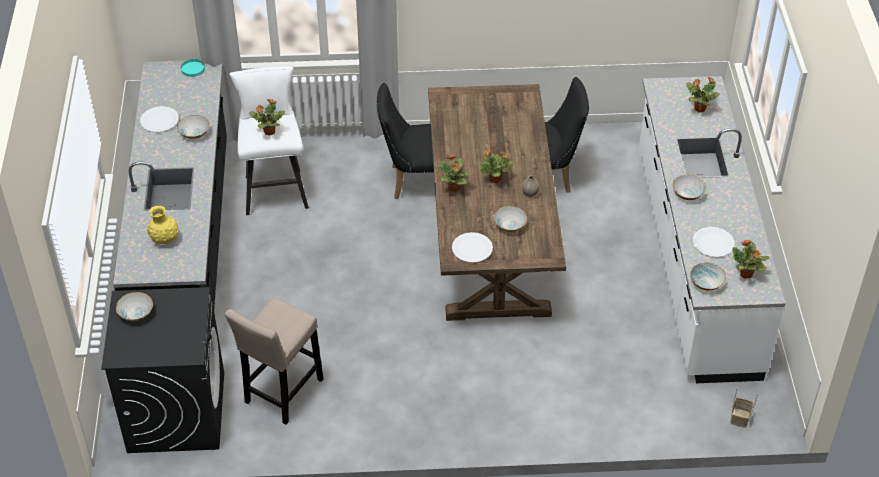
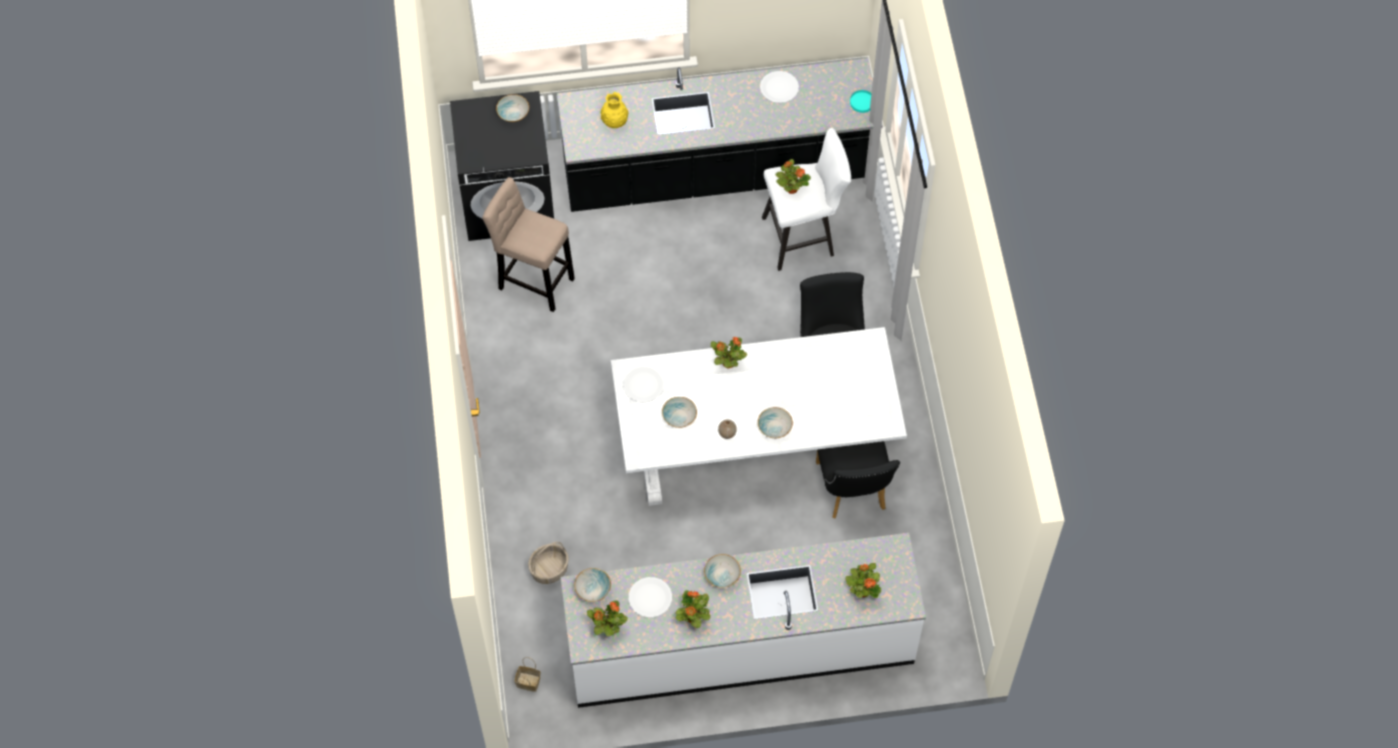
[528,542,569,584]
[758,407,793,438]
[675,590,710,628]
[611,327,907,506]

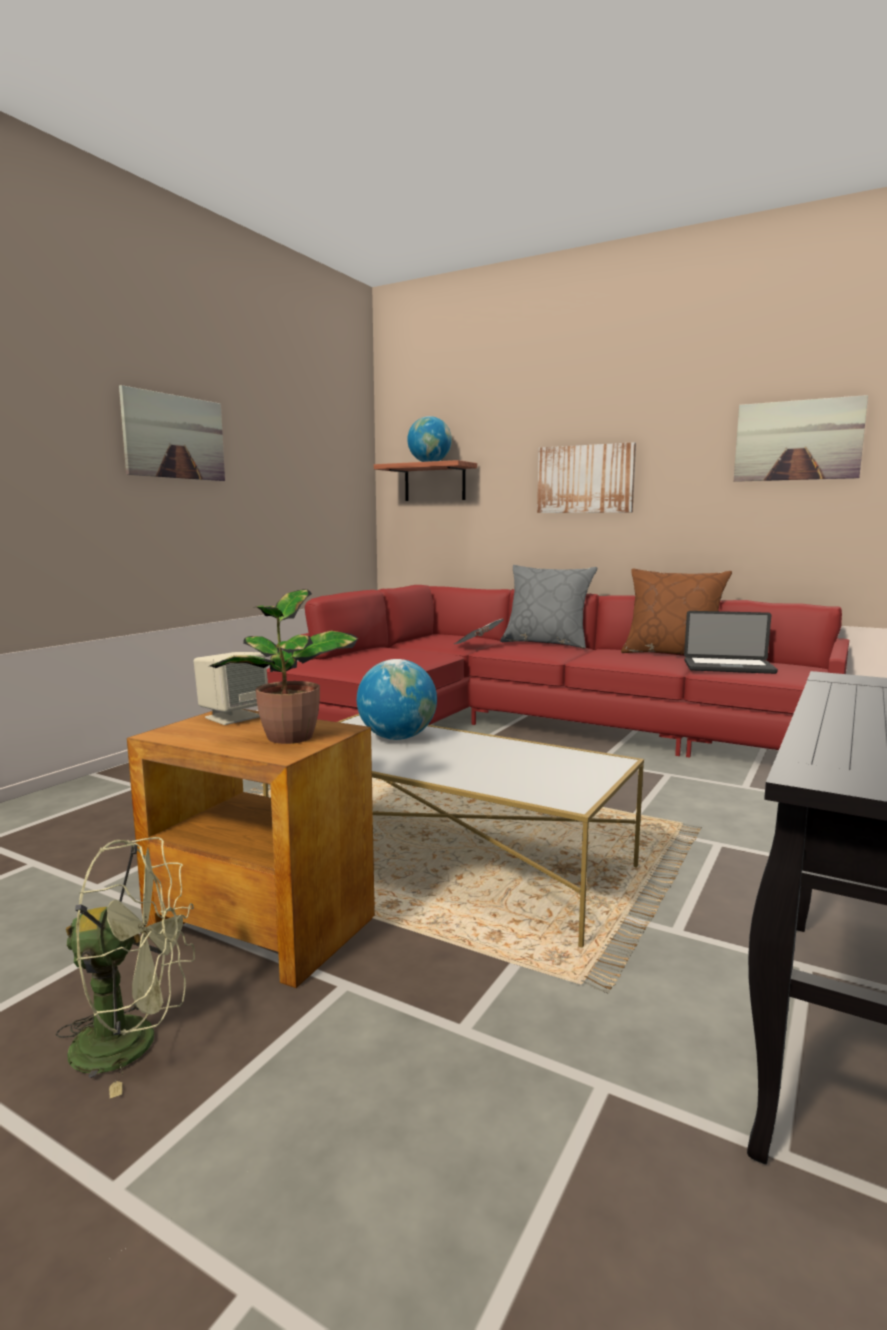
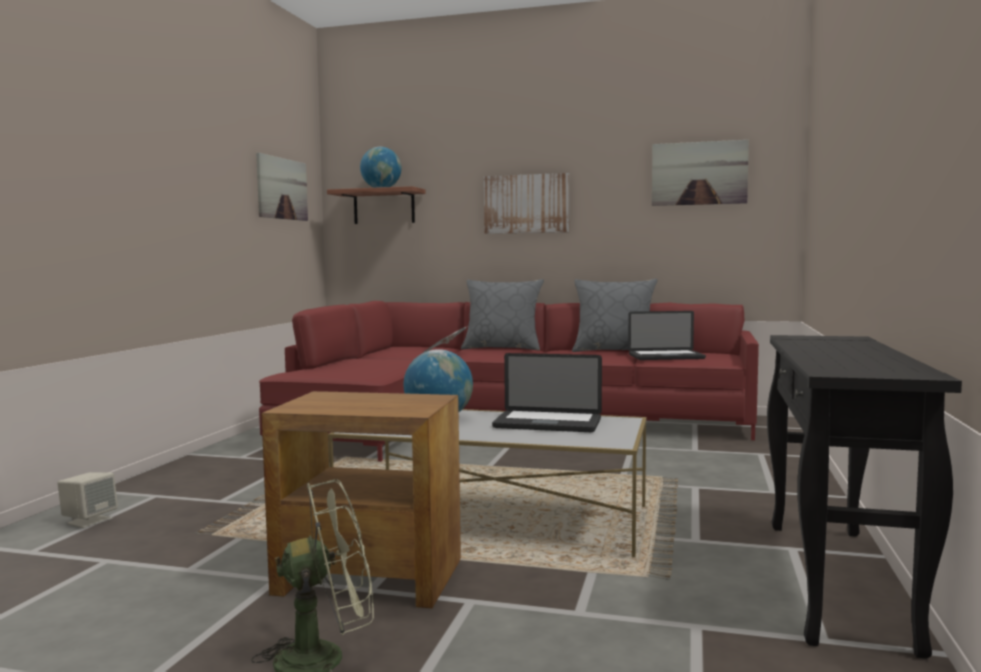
[210,589,358,744] (first image)
[492,353,602,432]
[256,153,308,221]
[58,472,118,528]
[572,279,658,352]

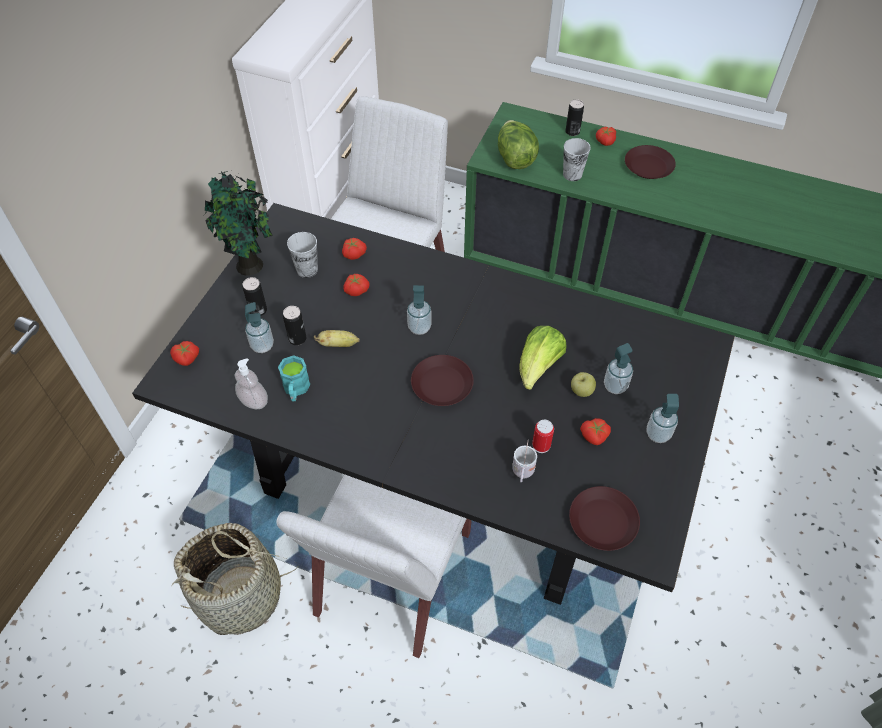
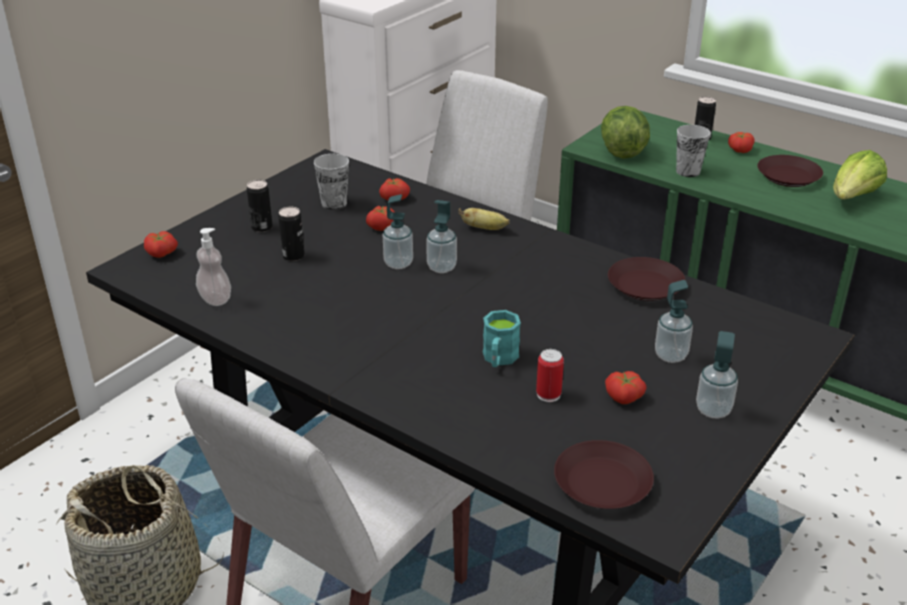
[204,170,273,276] (first image)
[512,440,537,482] (first image)
[571,372,596,397] (first image)
[383,194,413,269]
[483,310,521,367]
[458,208,510,230]
[608,257,685,301]
[833,150,887,200]

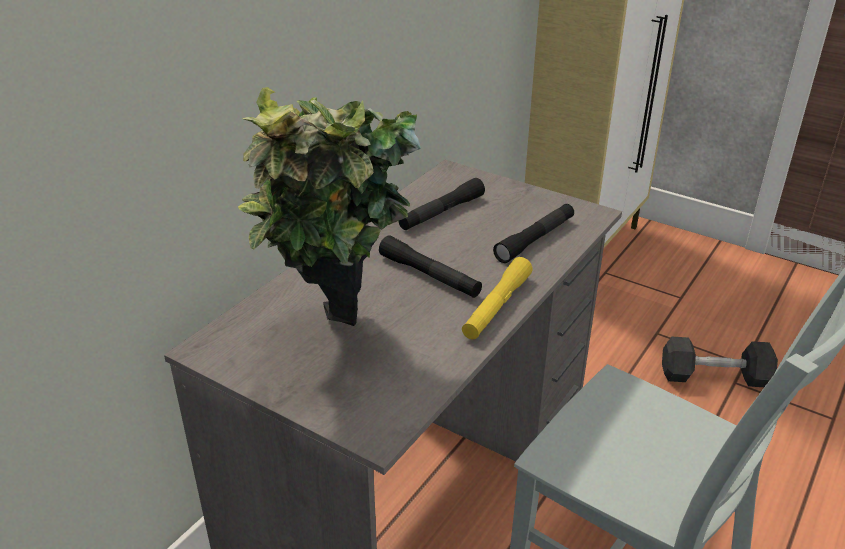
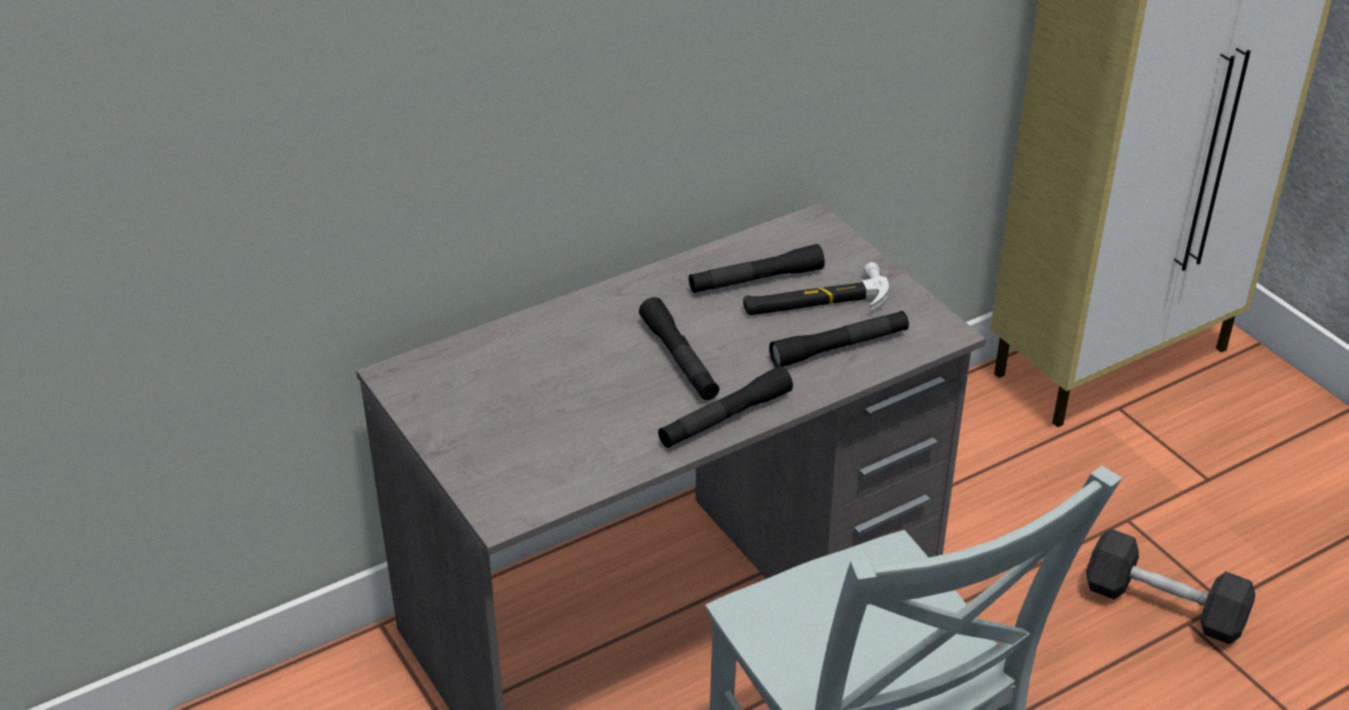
[238,87,421,326] (first image)
[743,262,889,315]
[658,366,793,448]

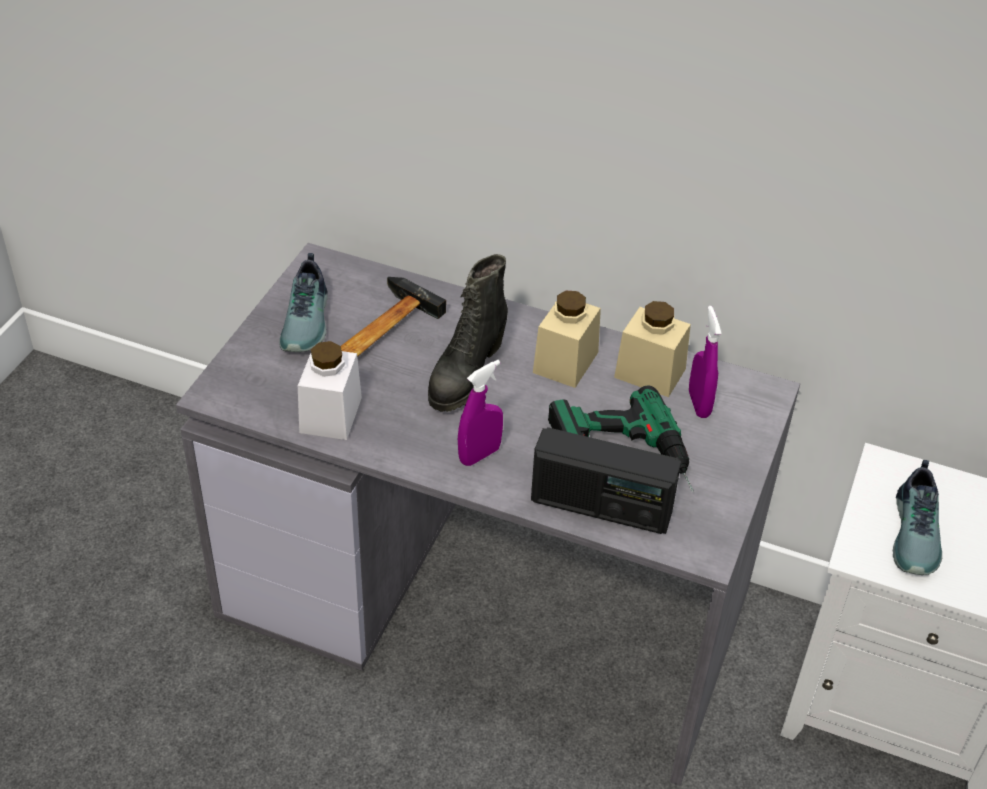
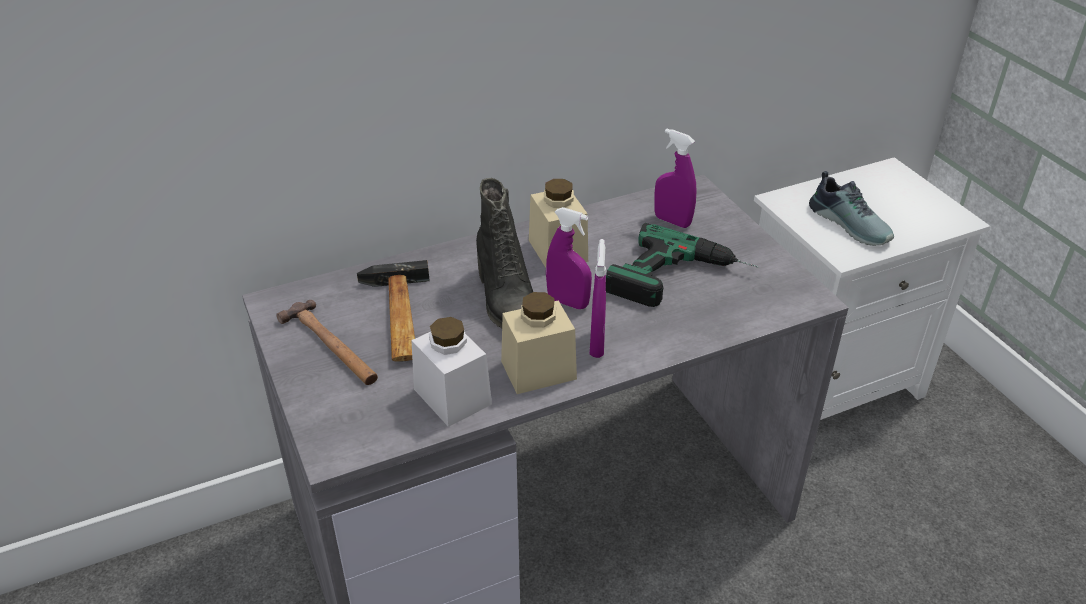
[531,427,681,534] (first image)
[546,207,592,309]
[501,292,577,394]
[276,300,378,385]

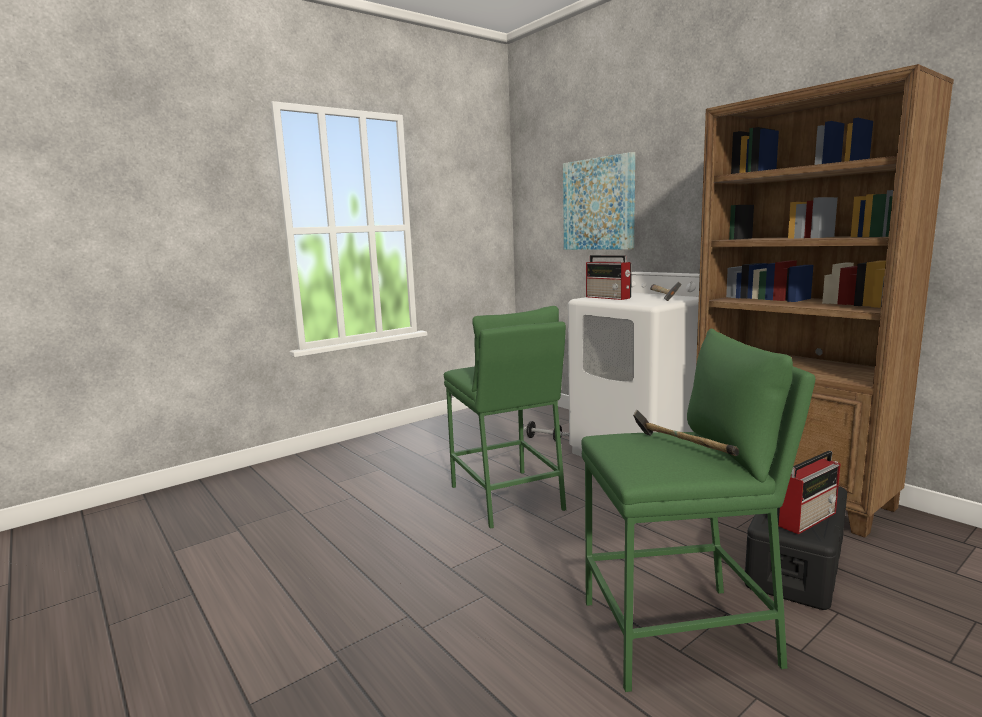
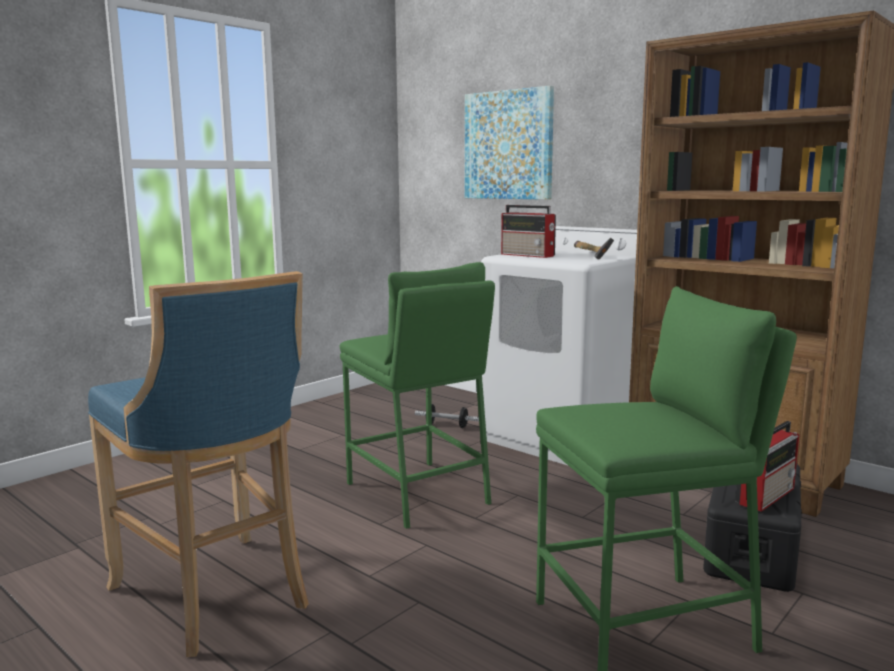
[633,410,739,456] (first image)
[88,271,309,657]

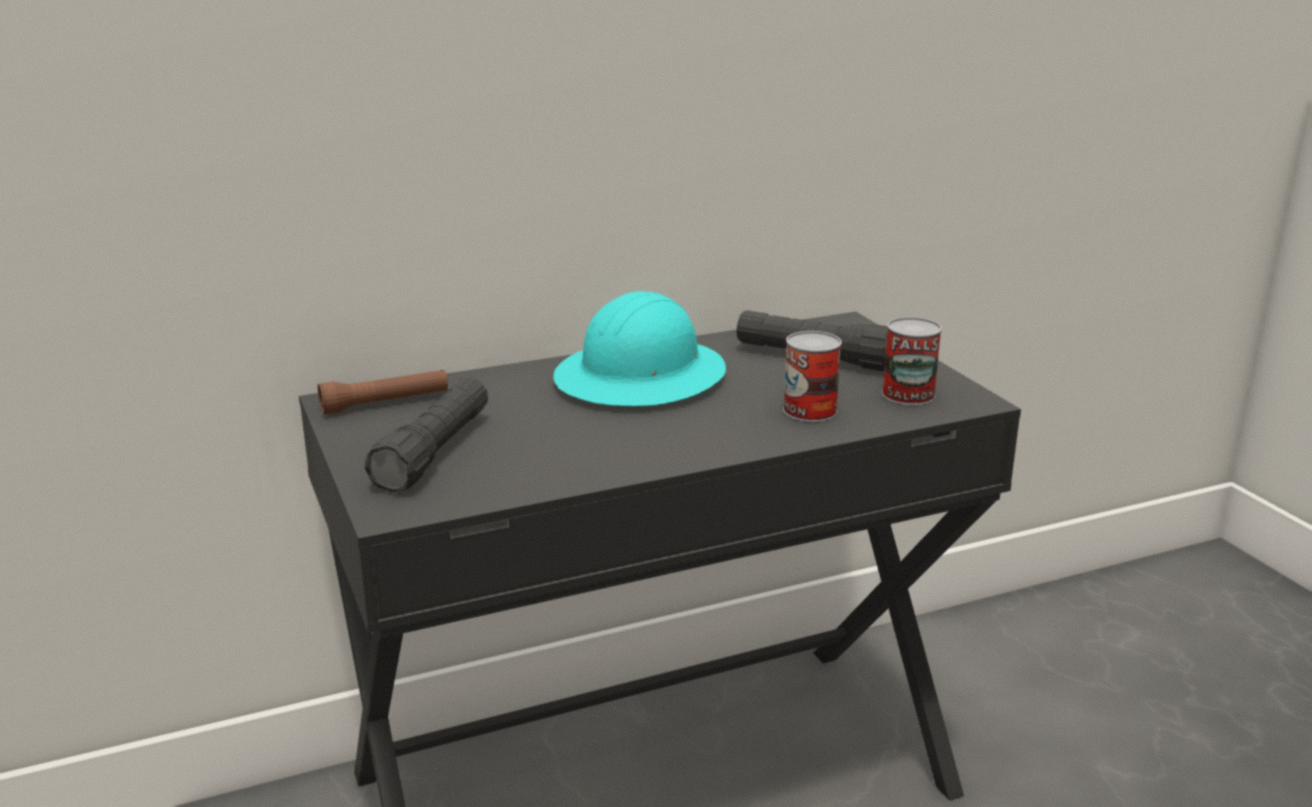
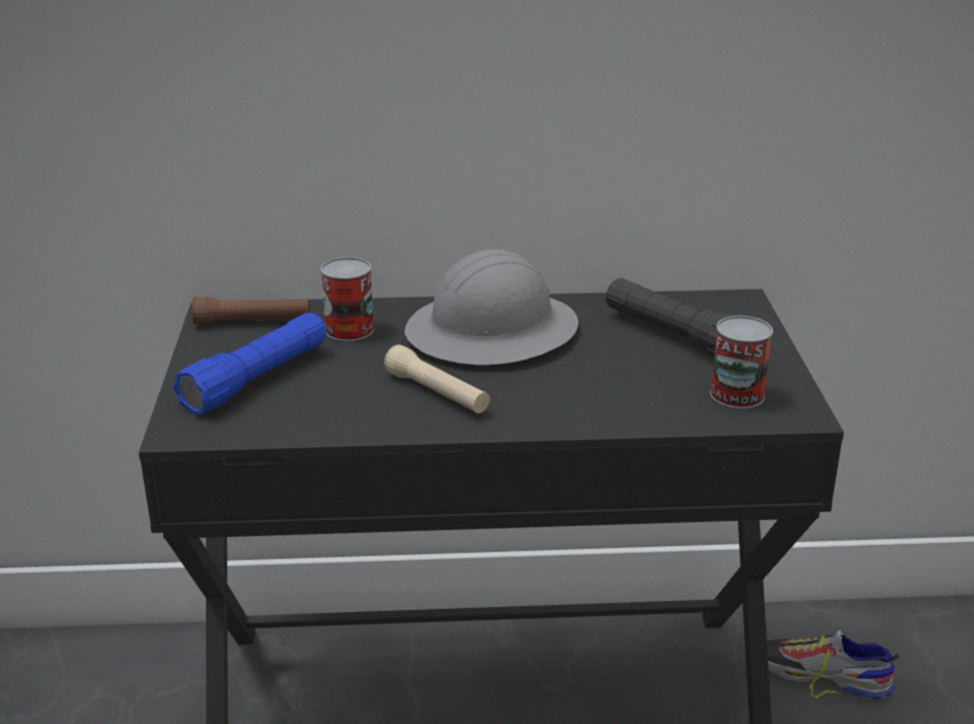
[384,345,490,413]
[767,630,899,700]
[321,257,374,341]
[173,313,327,414]
[405,249,578,365]

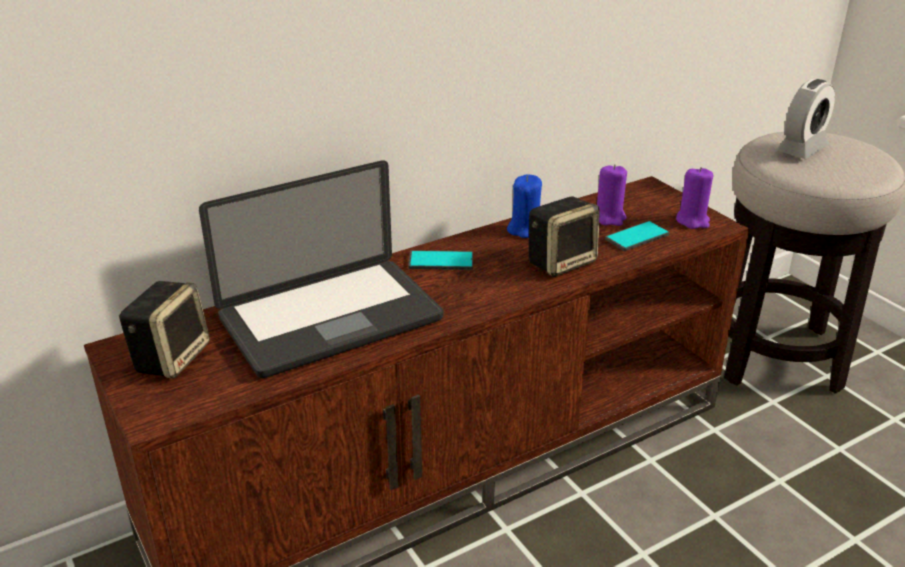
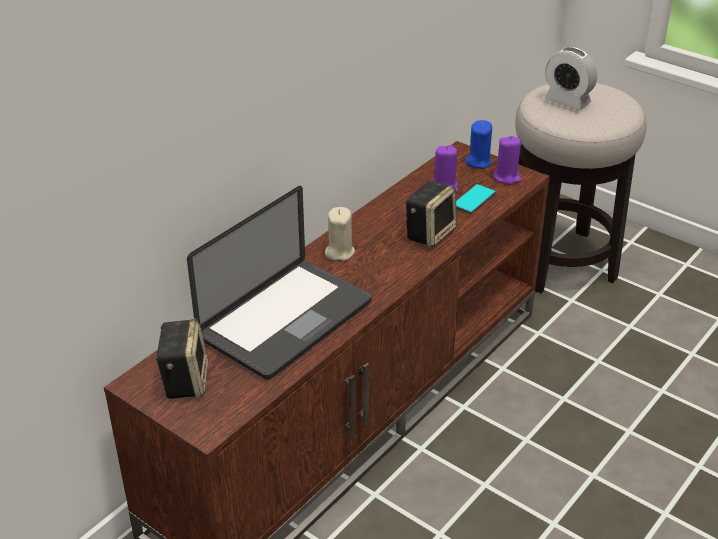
[466,120,492,169]
[325,207,355,261]
[544,47,597,110]

